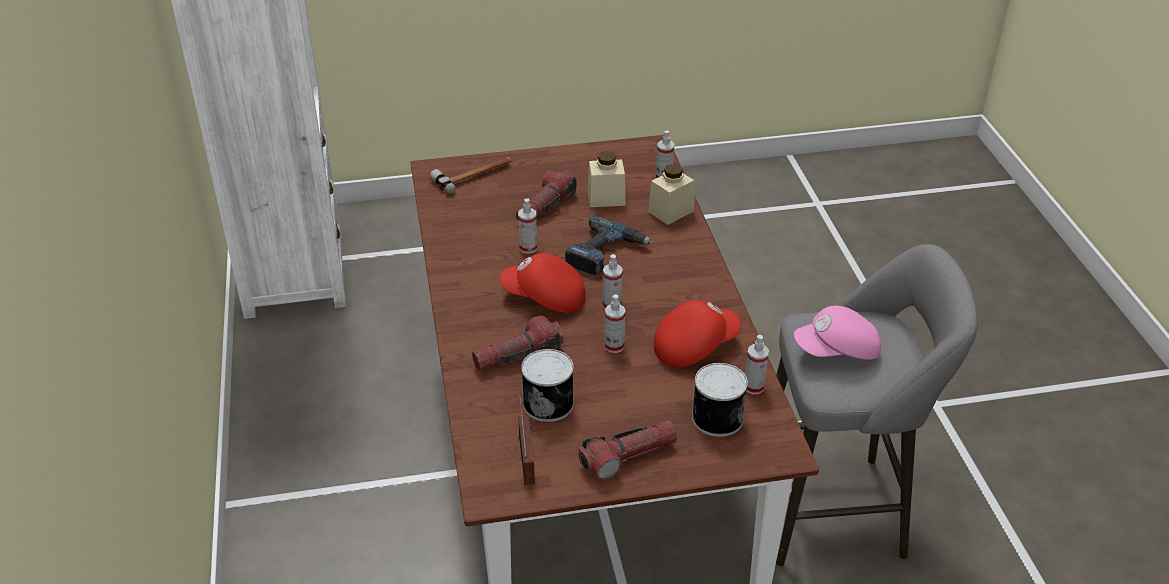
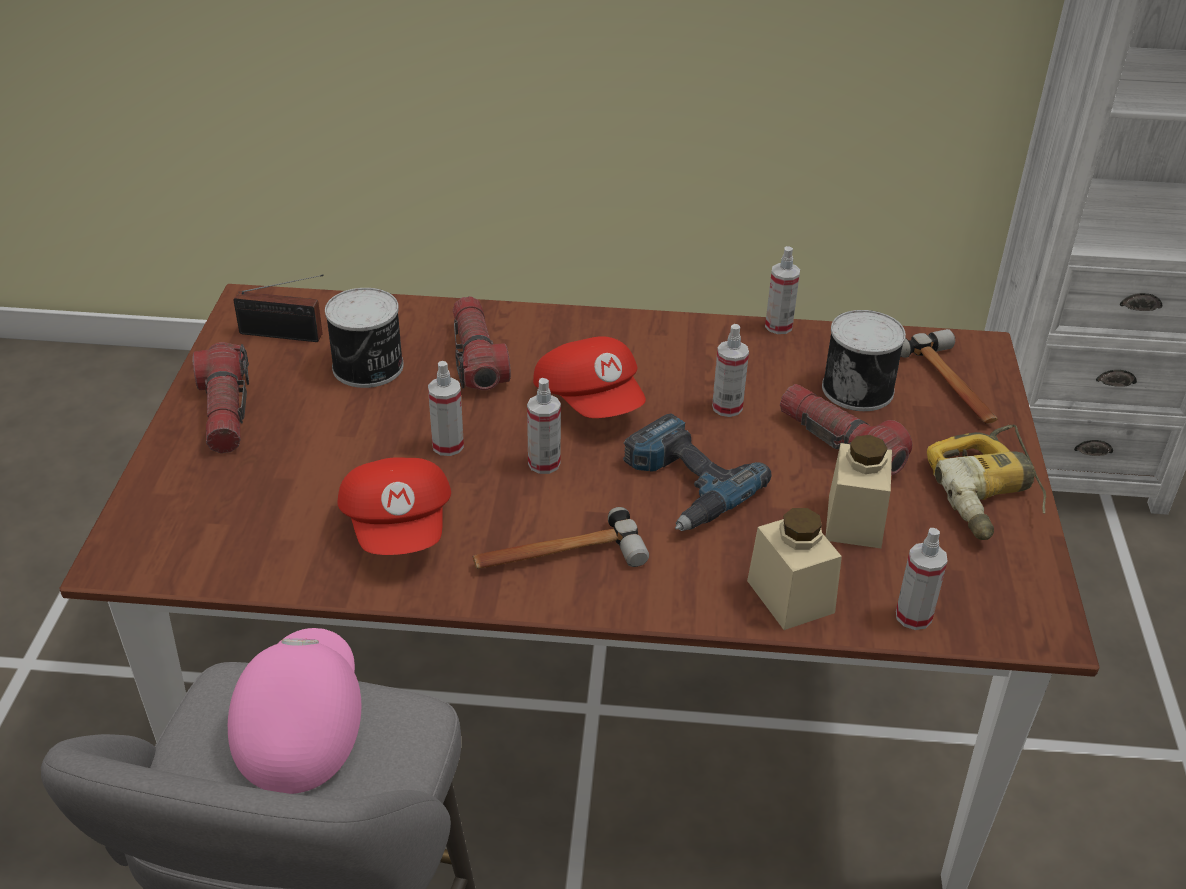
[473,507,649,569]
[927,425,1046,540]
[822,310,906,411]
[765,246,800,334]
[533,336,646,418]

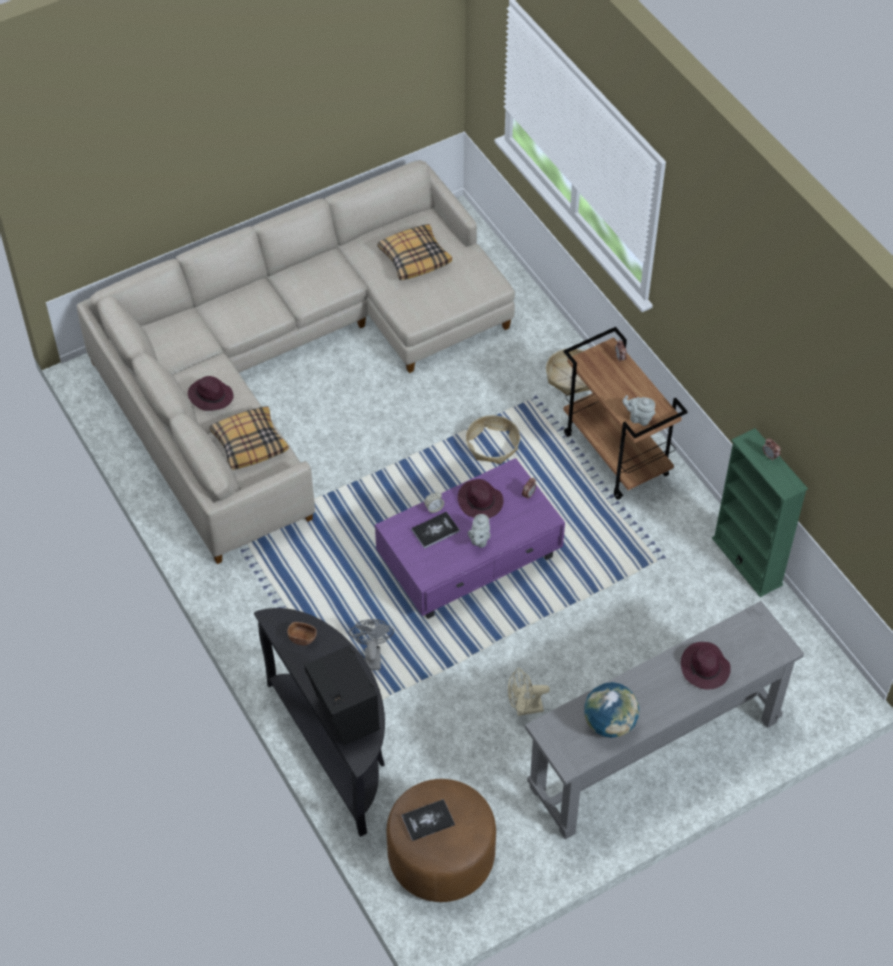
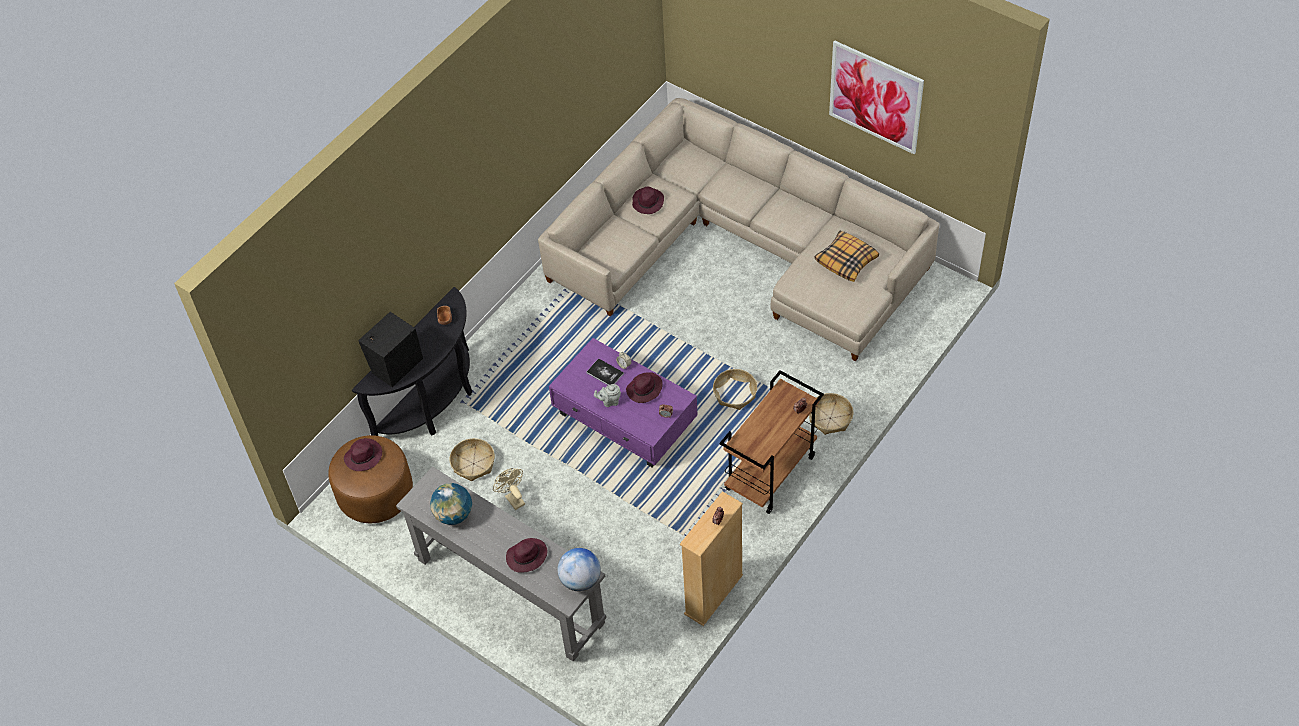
[209,406,289,470] (first image)
[349,619,394,670] (first image)
[622,395,655,426] (first image)
[450,438,495,481]
[557,548,601,591]
[829,40,924,154]
[344,438,382,471]
[680,491,743,626]

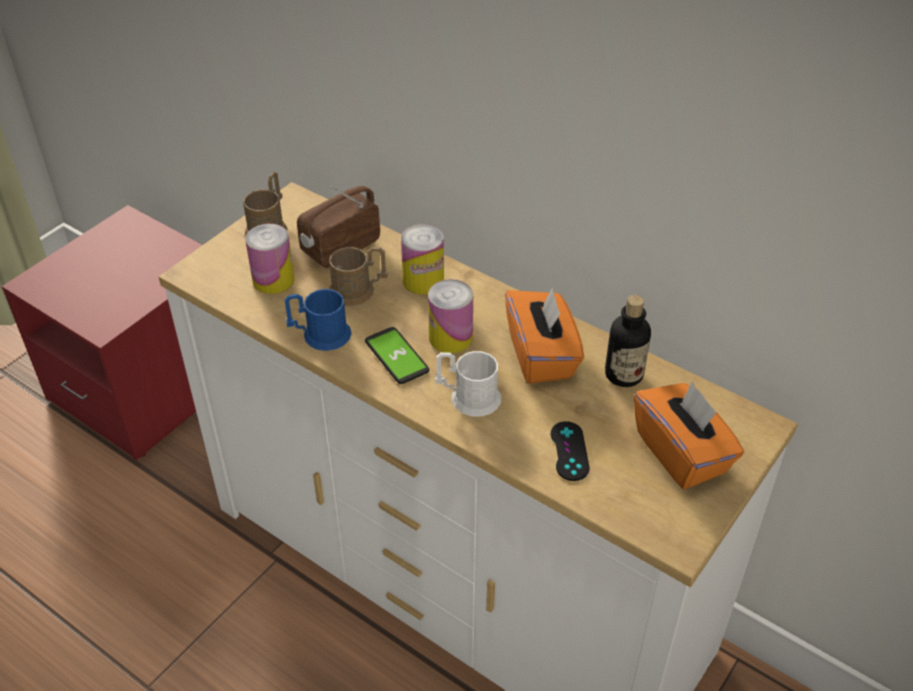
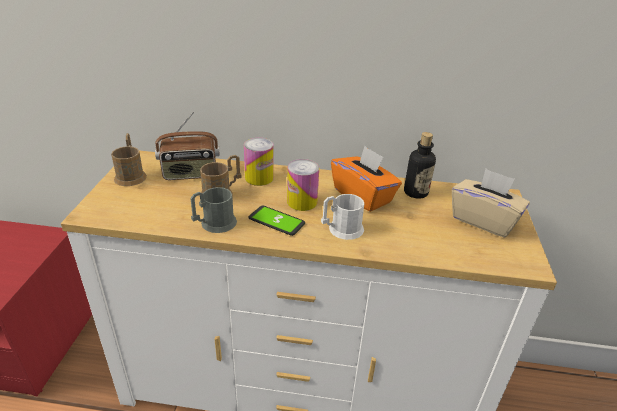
[245,224,295,294] (first image)
[551,421,590,481] (first image)
[190,187,237,233]
[452,169,530,237]
[155,111,220,180]

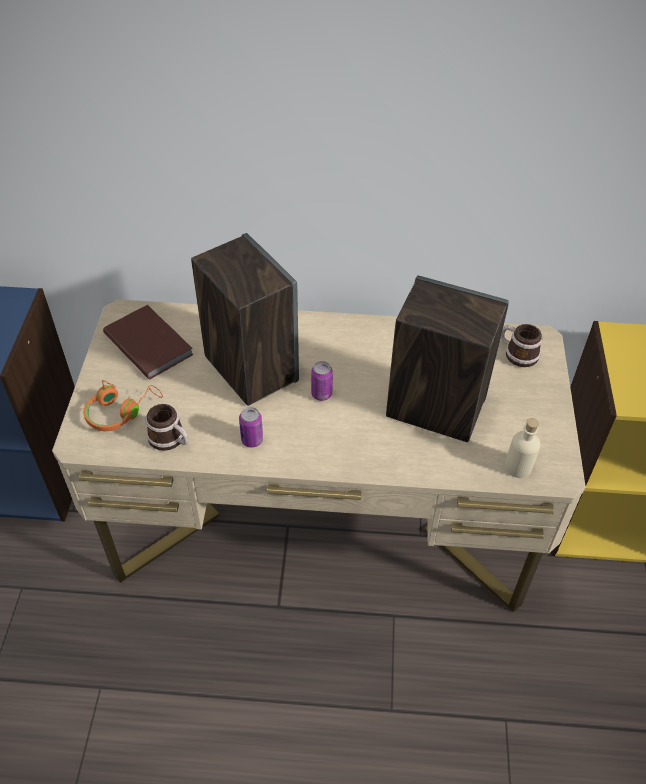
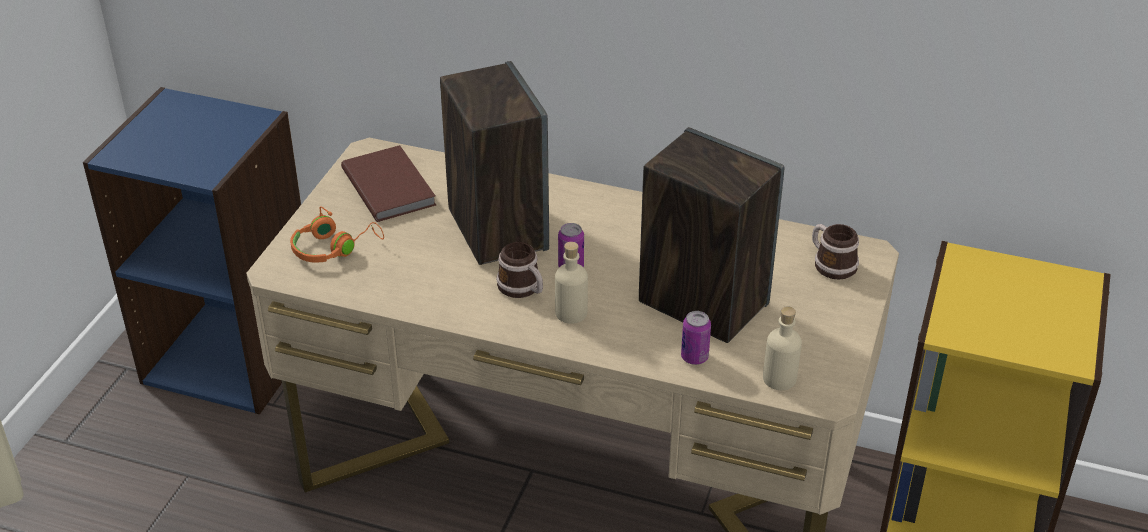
[555,242,588,324]
[496,242,543,298]
[681,311,711,365]

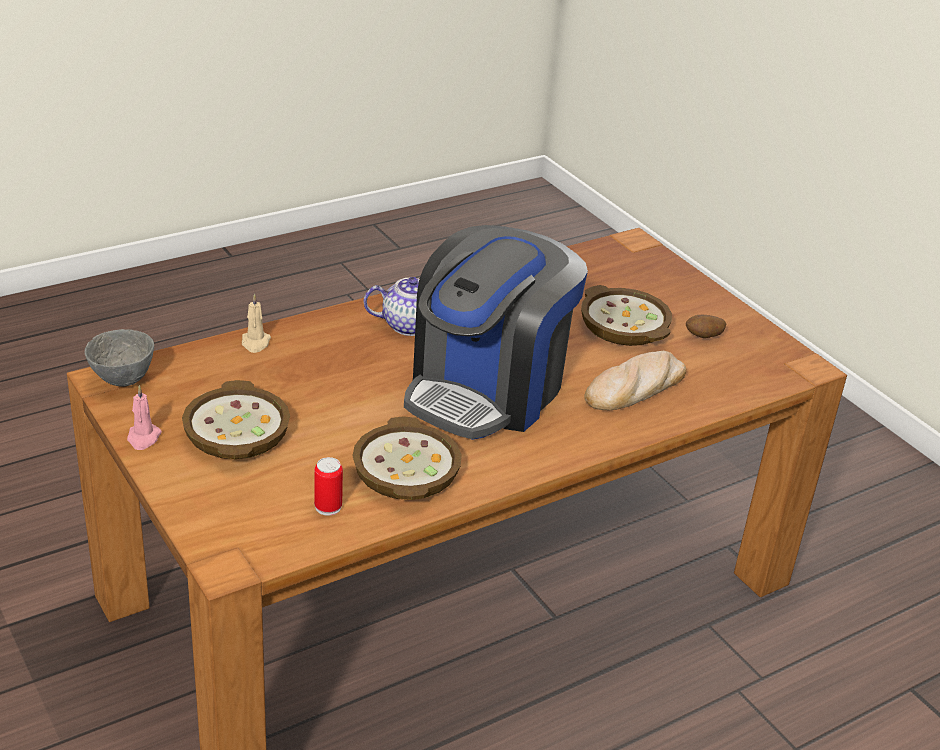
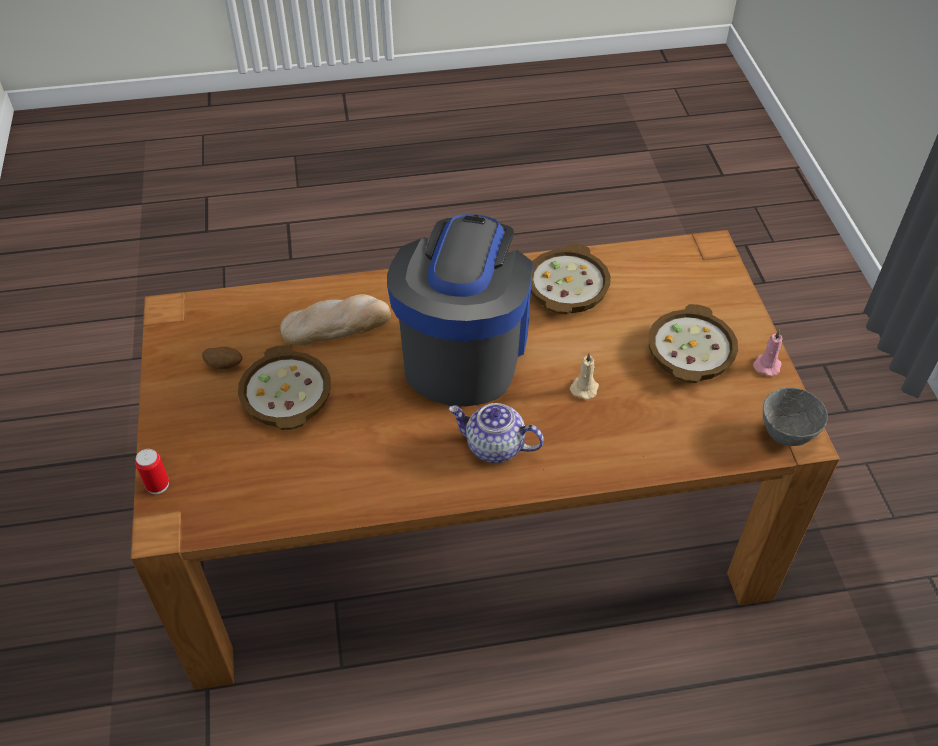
[570,352,599,400]
[135,449,169,494]
[387,214,533,406]

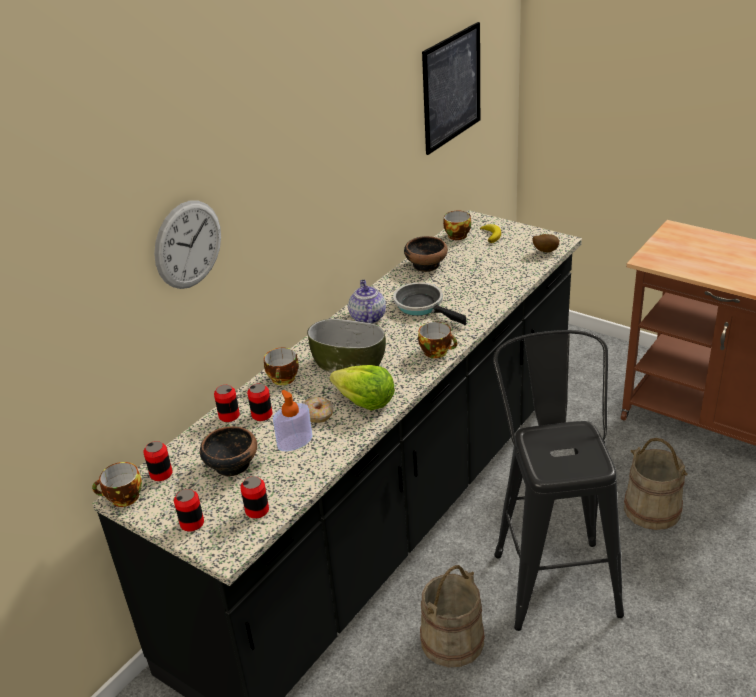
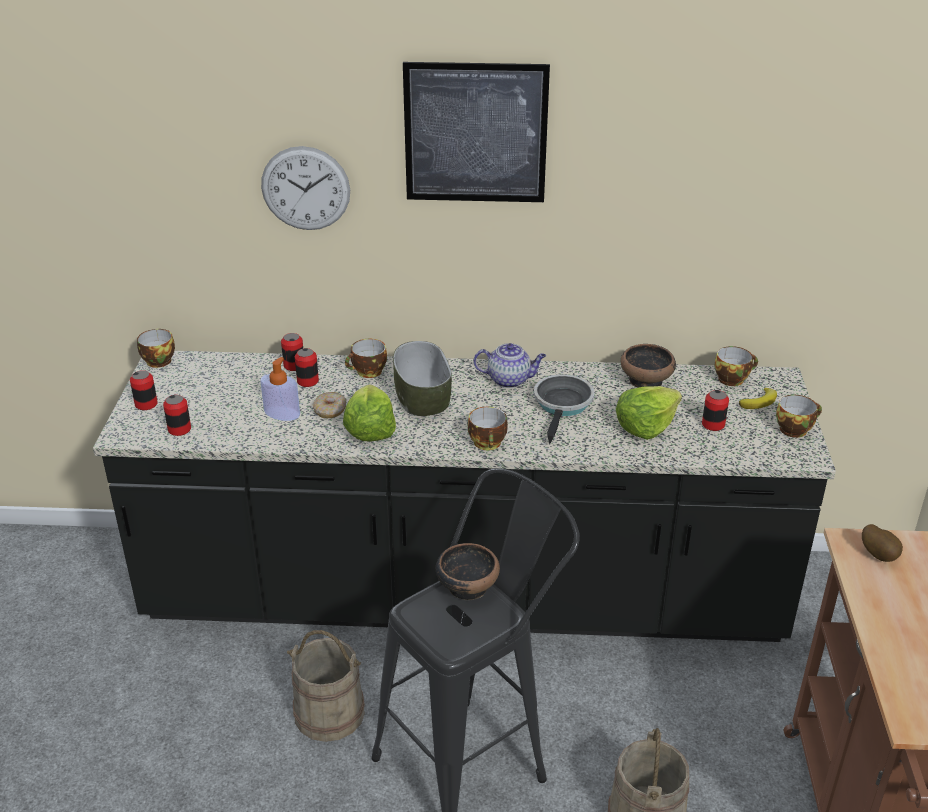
[616,386,682,440]
[776,395,822,438]
[702,390,729,431]
[436,543,500,600]
[403,62,550,202]
[862,524,903,562]
[473,343,546,388]

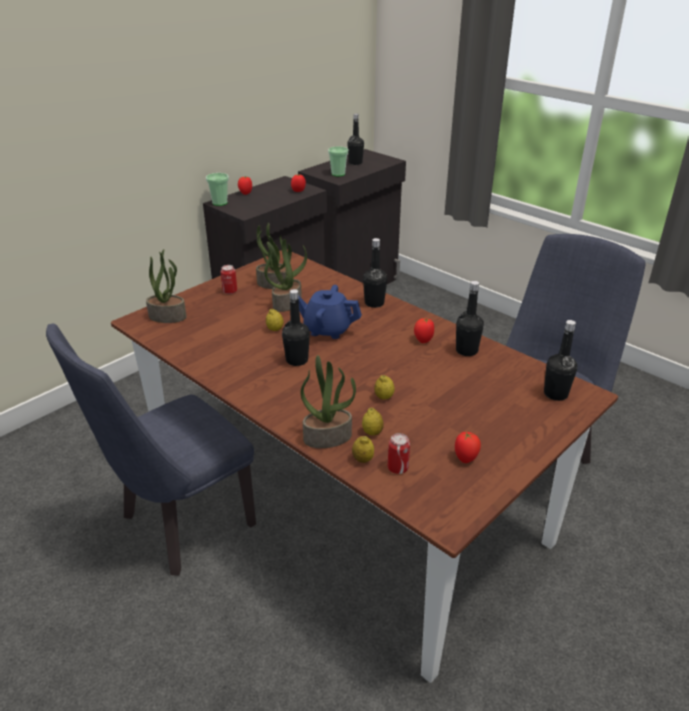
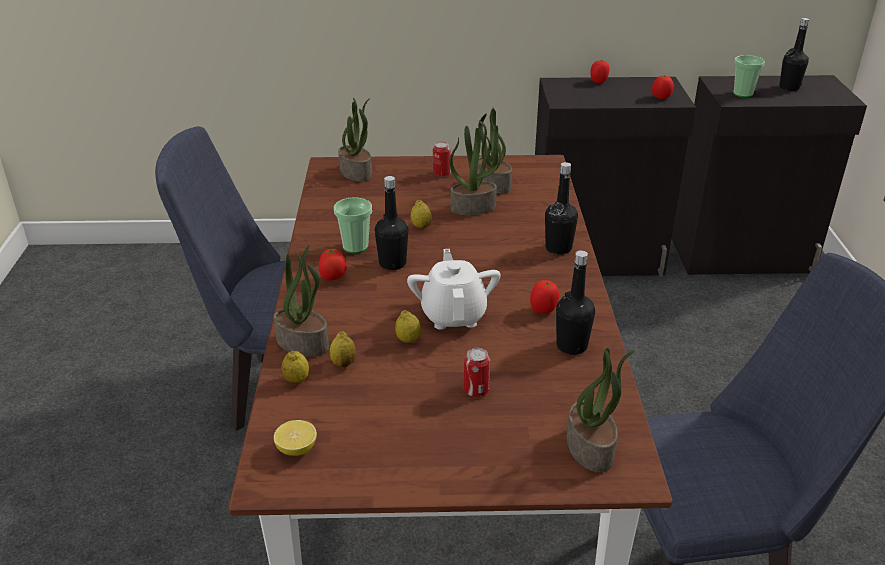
[299,285,362,339] (first image)
[274,420,317,456]
[407,249,501,330]
[334,197,372,254]
[464,348,490,397]
[319,249,347,281]
[567,348,635,472]

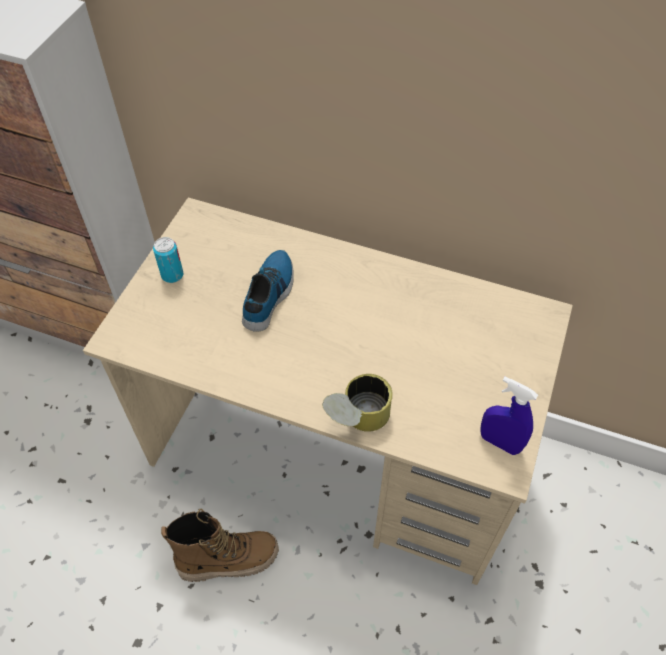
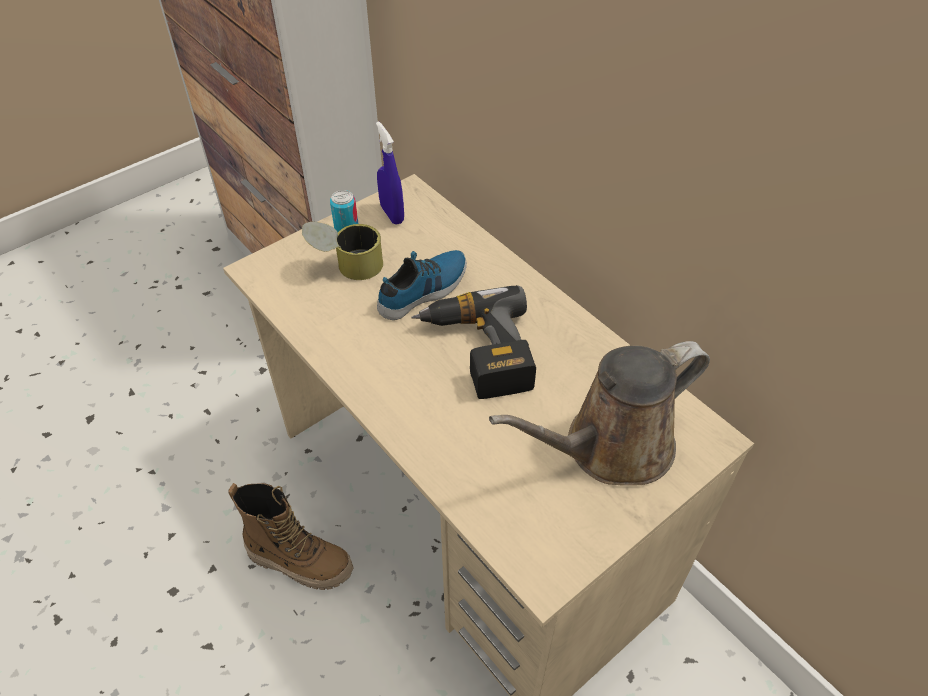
[411,285,536,399]
[489,341,710,486]
[302,222,383,280]
[376,121,404,225]

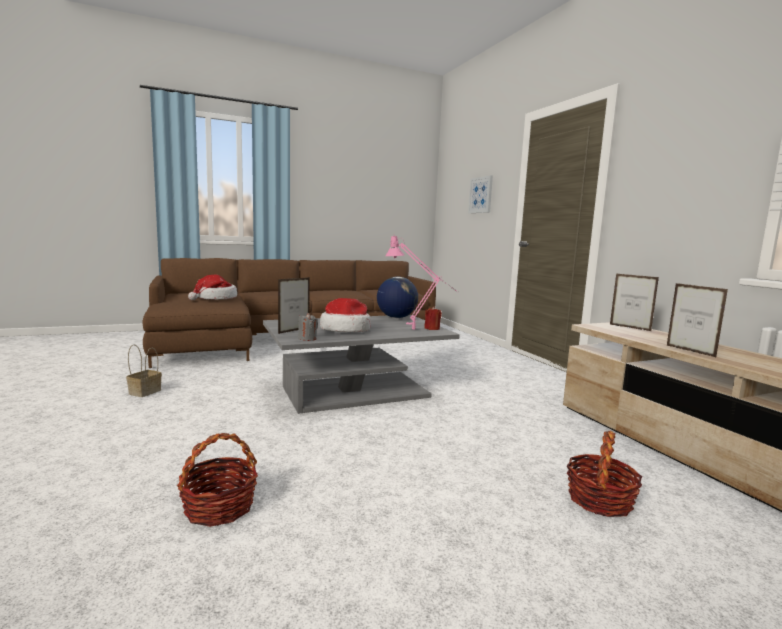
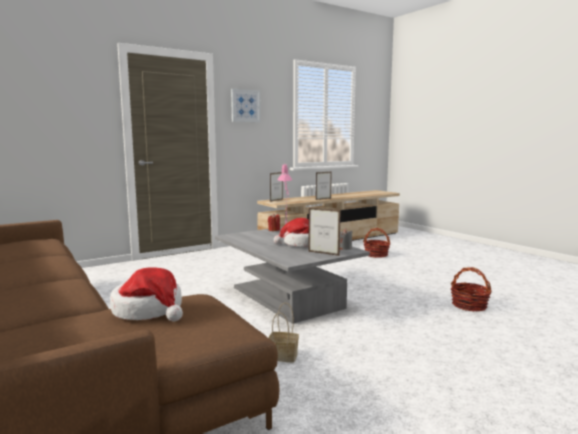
[377,277,418,318] (first image)
[269,302,299,362]
[231,89,261,122]

